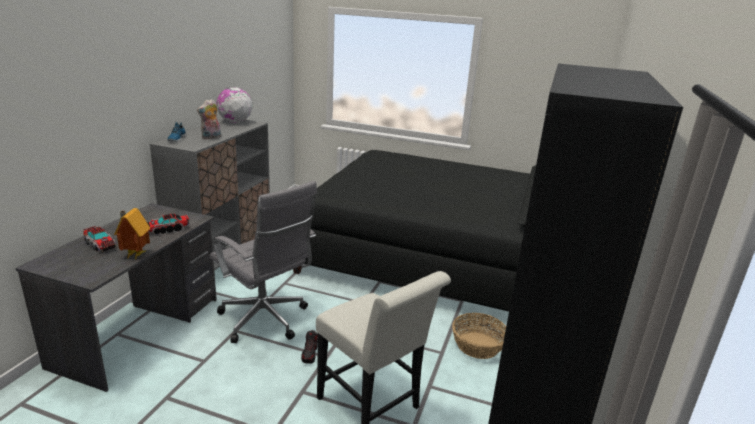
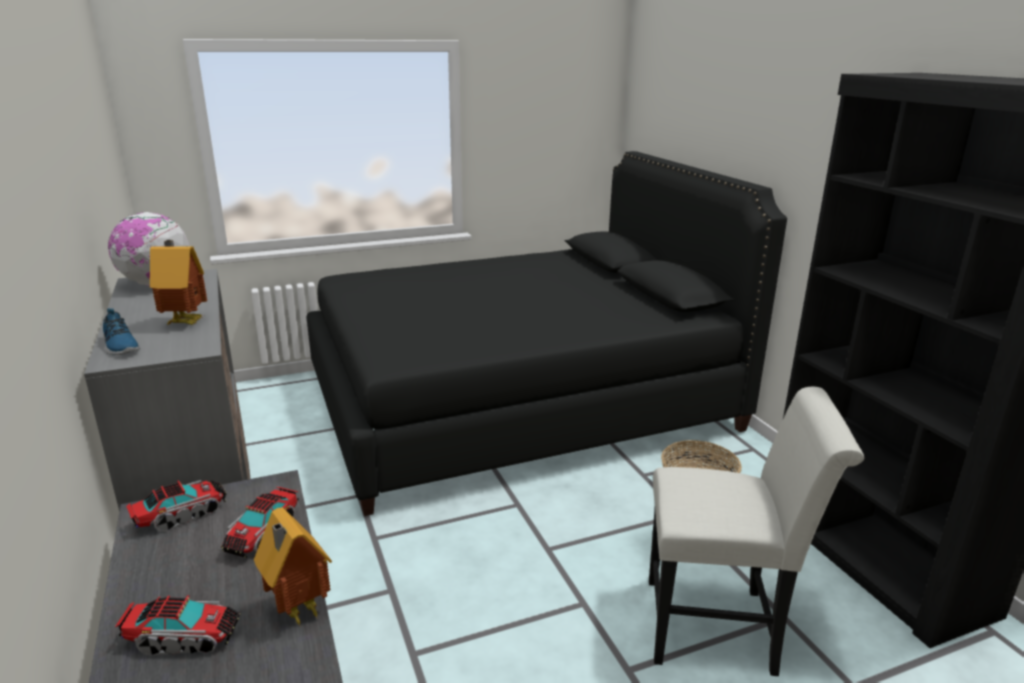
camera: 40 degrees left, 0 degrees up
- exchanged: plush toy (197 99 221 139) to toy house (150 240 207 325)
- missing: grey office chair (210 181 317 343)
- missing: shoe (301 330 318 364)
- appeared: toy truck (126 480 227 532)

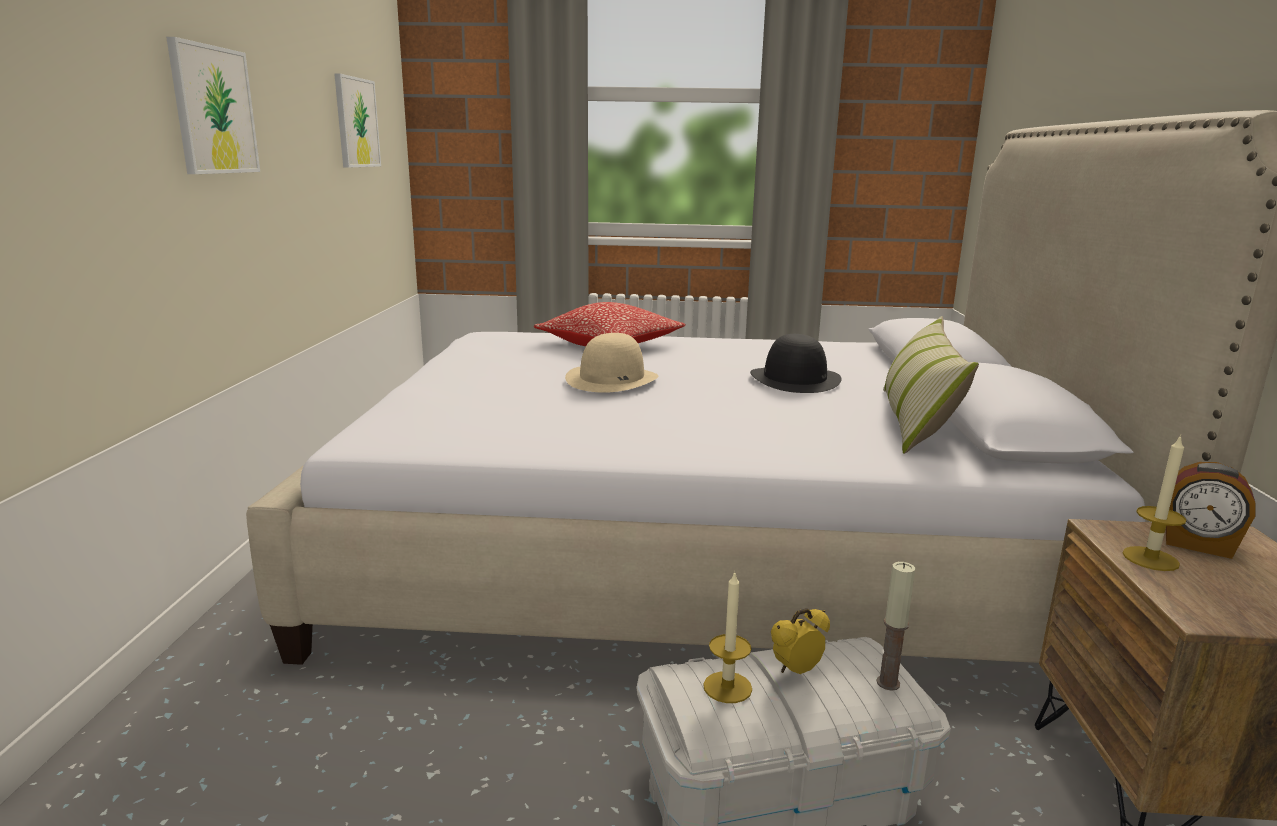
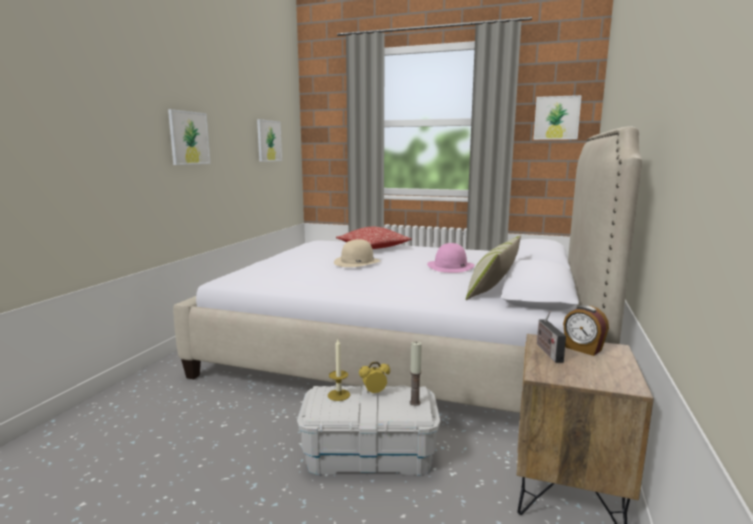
camera: 15 degrees right, 5 degrees down
- colour: black hat (750 334 842 393) to pink hat (427 243 475 273)
- exchanged: candle (1122 435 1187 571) to radio (537 311 566 363)
- appeared: picture (534 95 582 140)

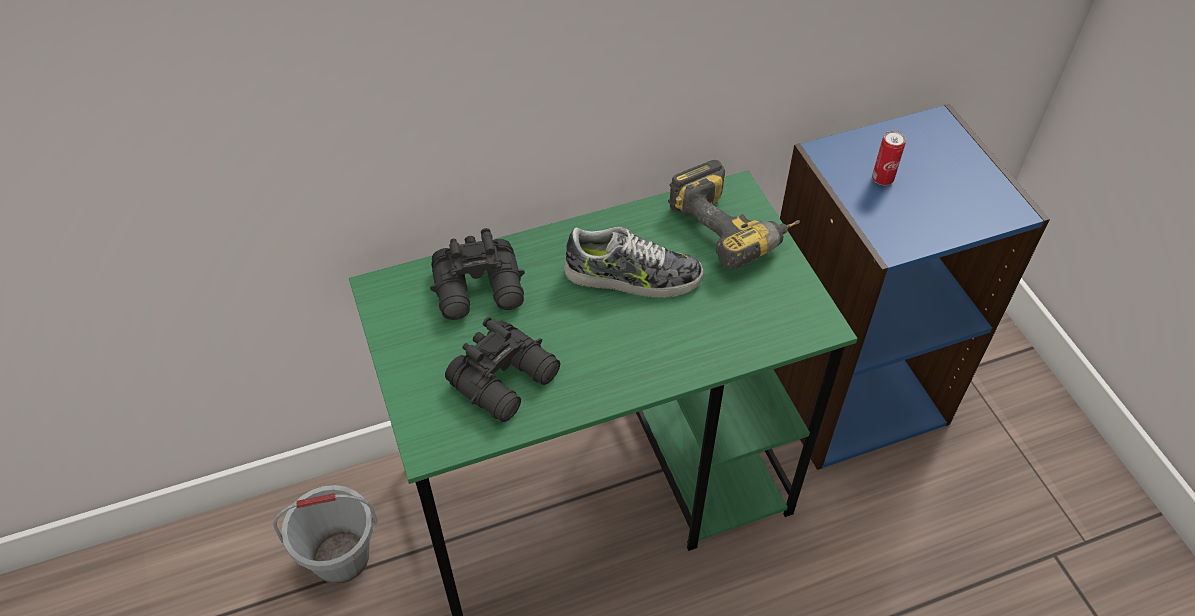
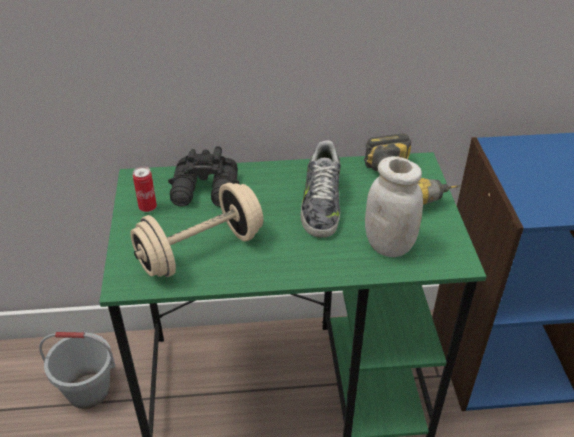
camera: 15 degrees right, 10 degrees down
- exchanged: black binoculars (445 317 560 422) to beige dumbbell (130 183 263 277)
- spun: shoe (564 226 703 298) = (300 140 341 238) 75 degrees clockwise
- relocated: can (872 131 906 185) to (133 166 157 212)
- appeared: white jar (365 156 423 257)

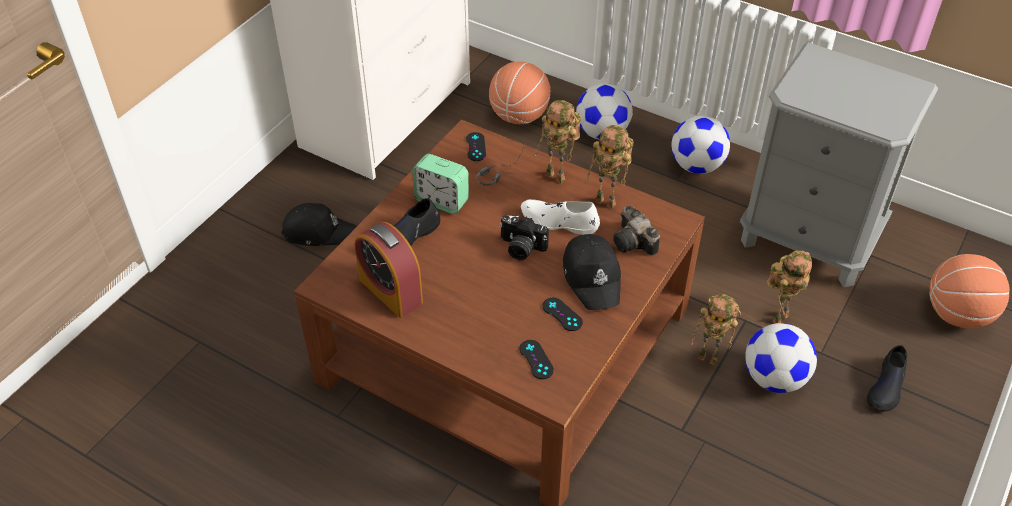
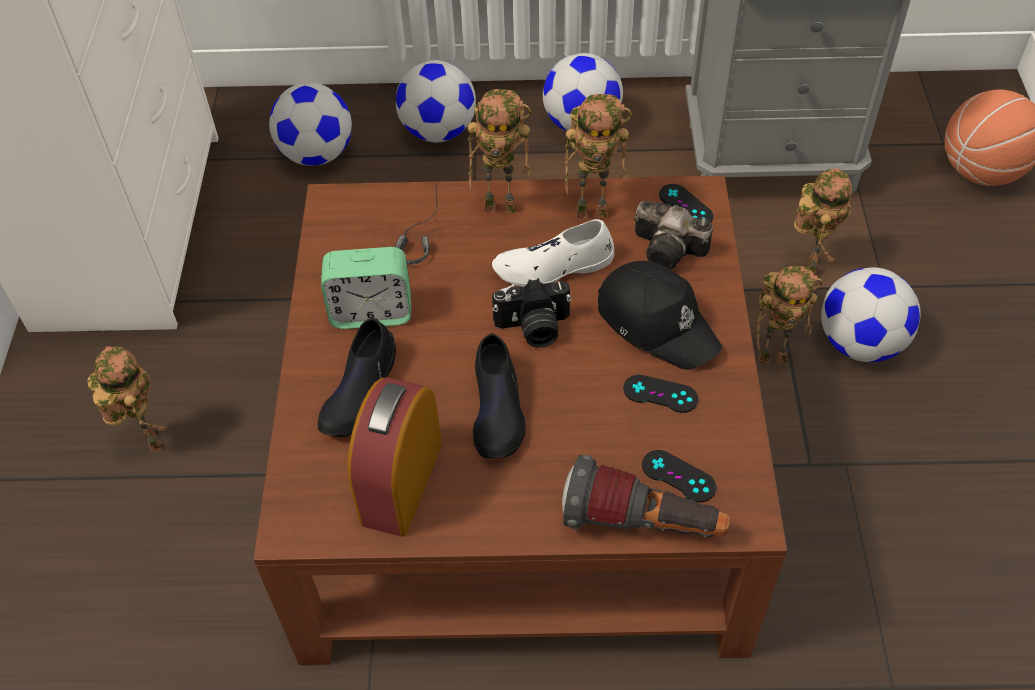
camera: 30 degrees left, 5 degrees up
- exchanged: black cap (281 203 357 246) to toy robot (87 346 167 453)
- spun: alarm clock (355 222 423 318) = (347 378 442 537) 90 degrees clockwise
- relocated: black game controller (466 132 486 161) to (659 184 713 222)
- exchanged: basketball (489 61 550 124) to football (269 83 352 166)
- relocated: black shoe (867 345 907 411) to (473 333 526 458)
- appeared: flashlight (562 455 730 538)

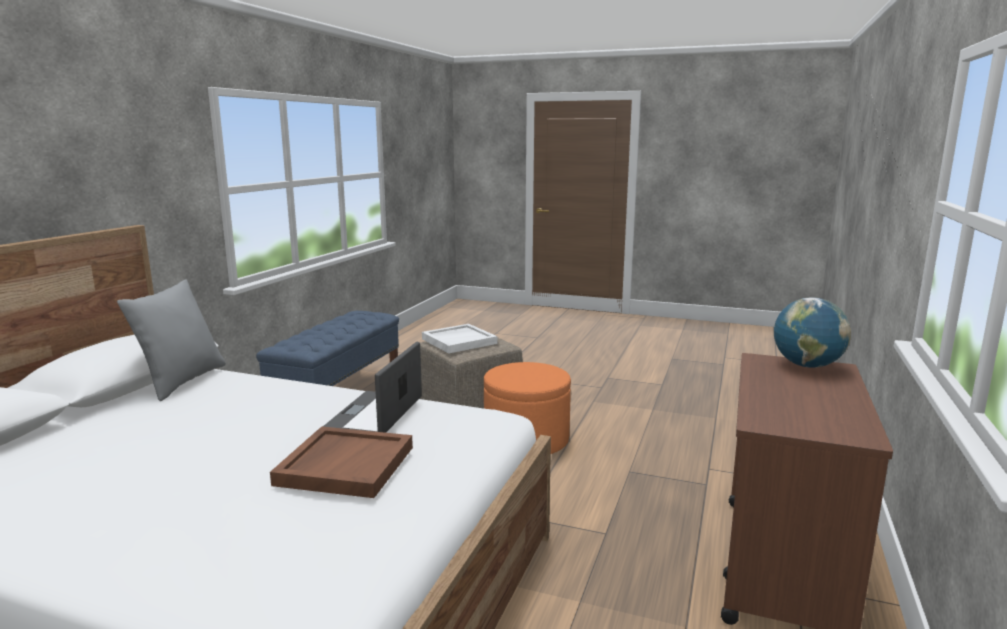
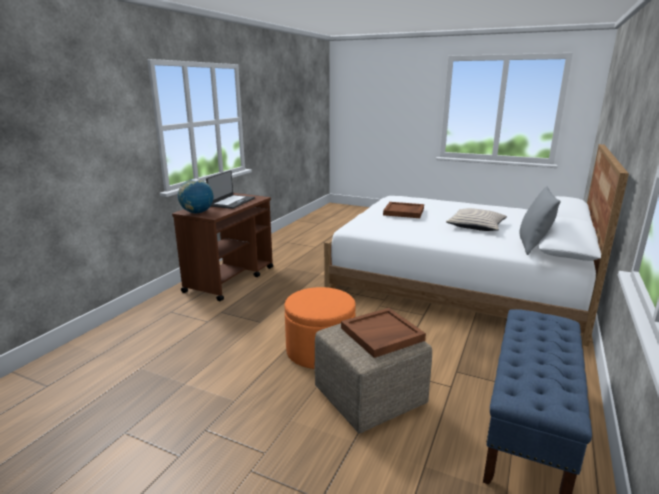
camera: 175 degrees left, 5 degrees up
- relocated: laptop (323 342 422 433) to (206 170 255 209)
- colour: white tray (422 324 497 353) to brown tray (341 308 426 358)
- appeared: beige pillow (446 208 507 231)

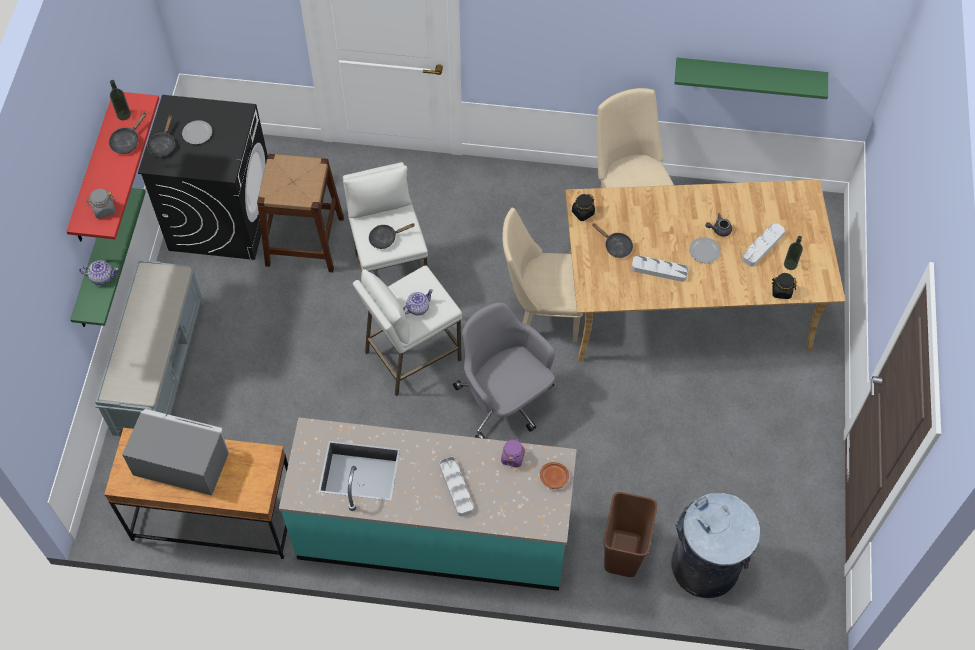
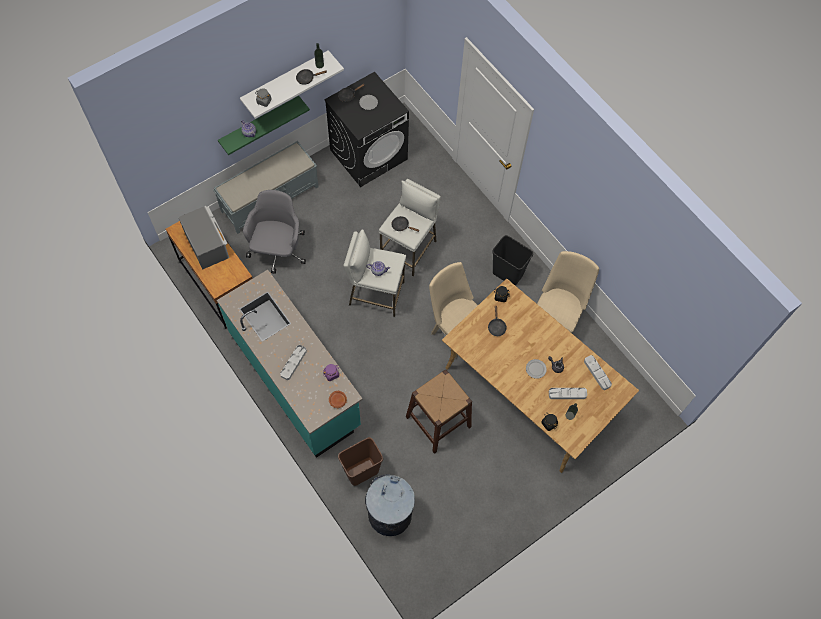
camera: 45 degrees right, 5 degrees up
- colour: red shelf (66 92 159 241) to white shelf (240 50 344 119)
- relocated: brown stool (257 154 344 272) to (406 370 472 454)
- relocated: grey office chair (453 303 555 439) to (243 190 306 274)
- relocated: grey tray (631 255 689 282) to (584 355 612 390)
- missing: green shelf (675 58 828 99)
- appeared: black trash can (492 235 533 285)

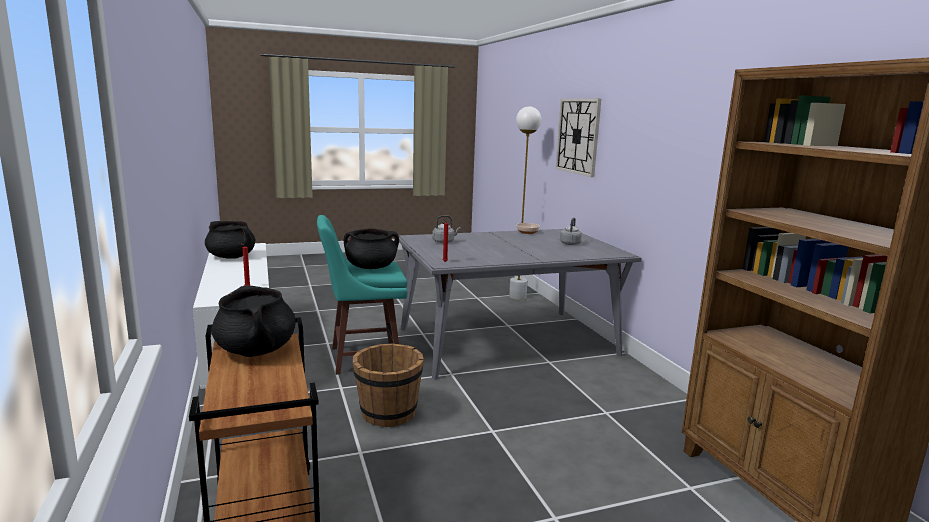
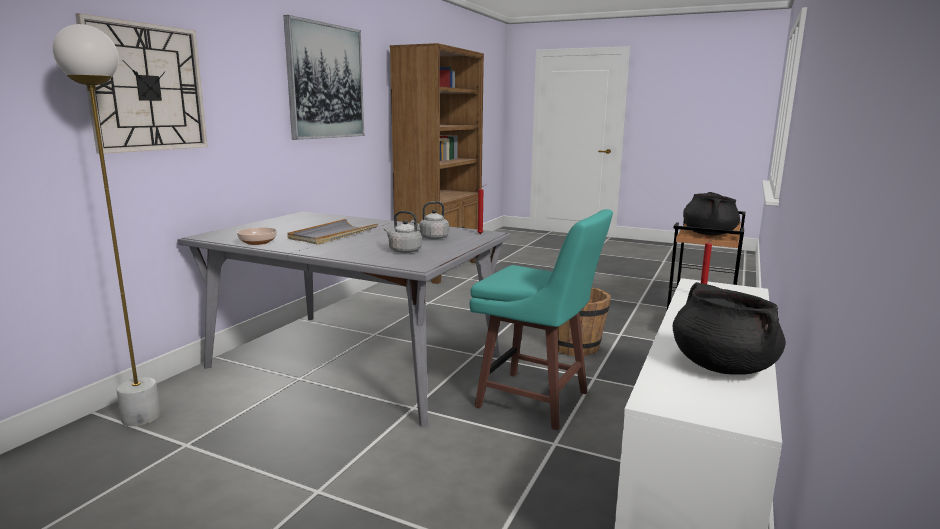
camera: 135 degrees left, 0 degrees up
- missing: black cooking pot (344 228 399 269)
- relocated: grey kettle (560 218 582 245) to (411 201 449 240)
- appeared: picture (283 15 364 140)
- appeared: grey tray (287 219 378 245)

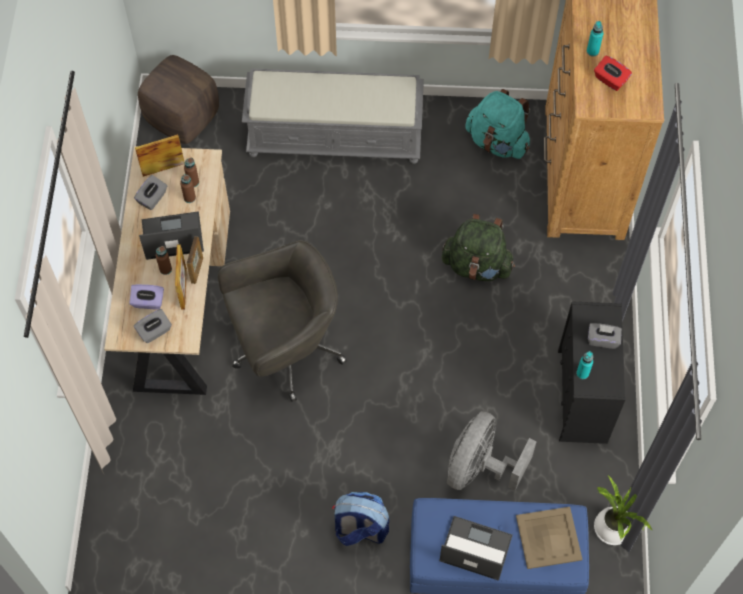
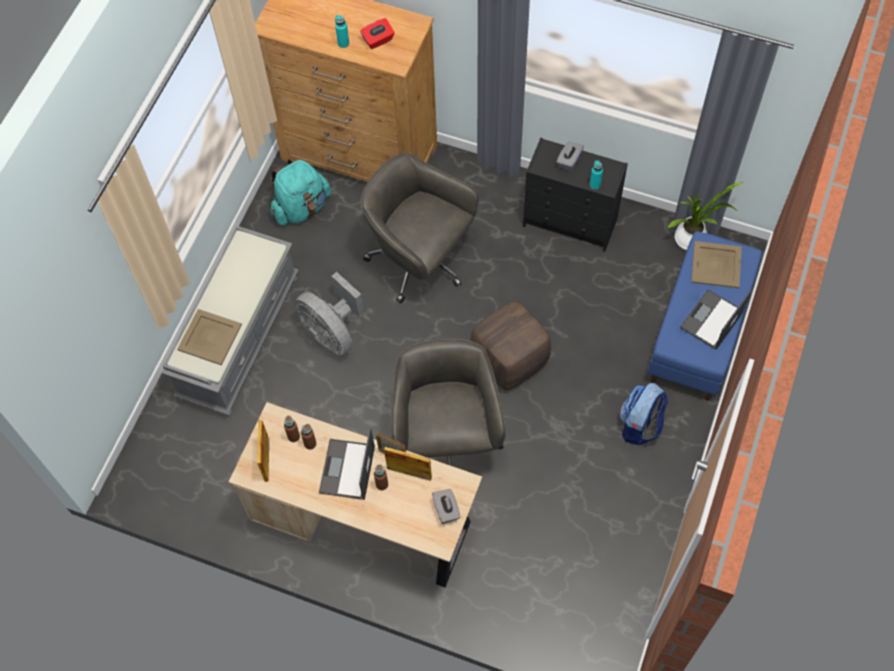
camera: 70 degrees left, 0 degrees up
- missing: purple tissue box (129 284 164 310)
- missing: grey tissue box (134 175 167 210)
- relocated: brown ottoman (138 55 219 144) to (471 301 551 390)
- exchanged: green backpack (442 214 515 281) to grey office chair (360 153 479 303)
- relocated: grey fan (447 411 537 491) to (295 272 364 355)
- appeared: beige tray (177 309 242 365)

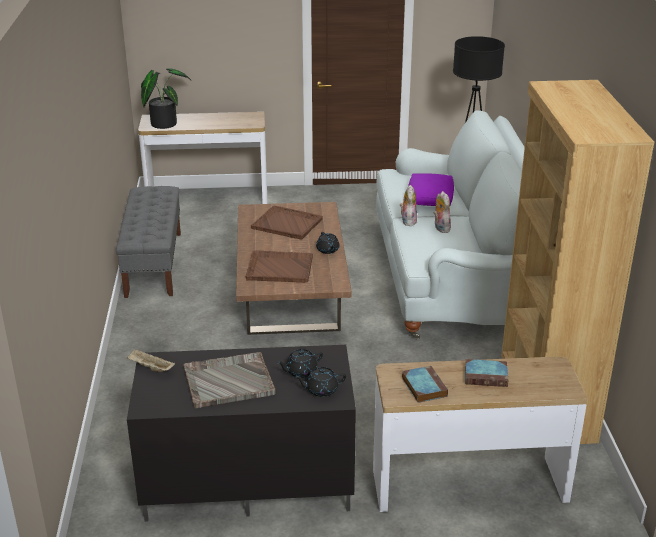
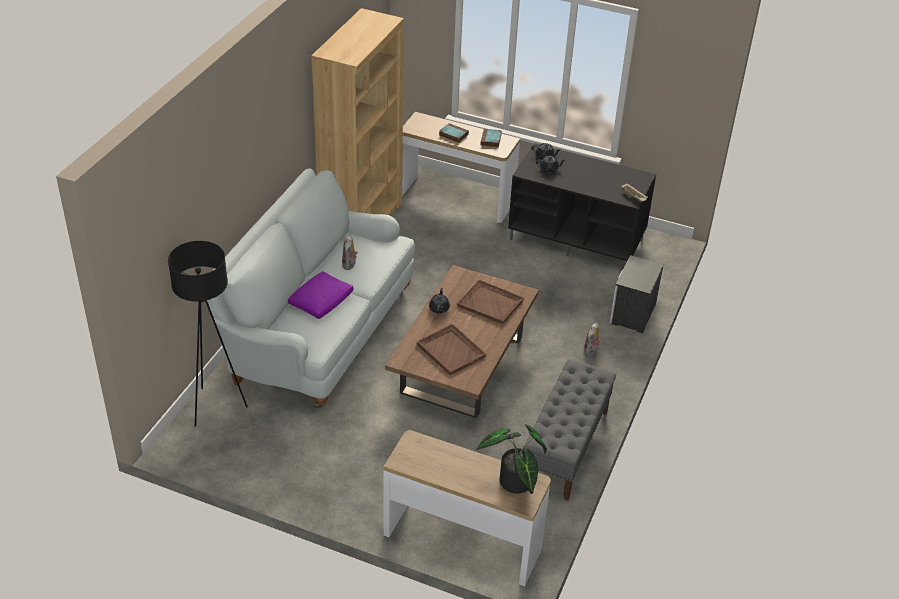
camera: 155 degrees left, 10 degrees up
- missing: grey tray (184 352 276 409)
- relocated: plush toy (400 185 417 226) to (583 323 601 355)
- appeared: nightstand (610 255 664 333)

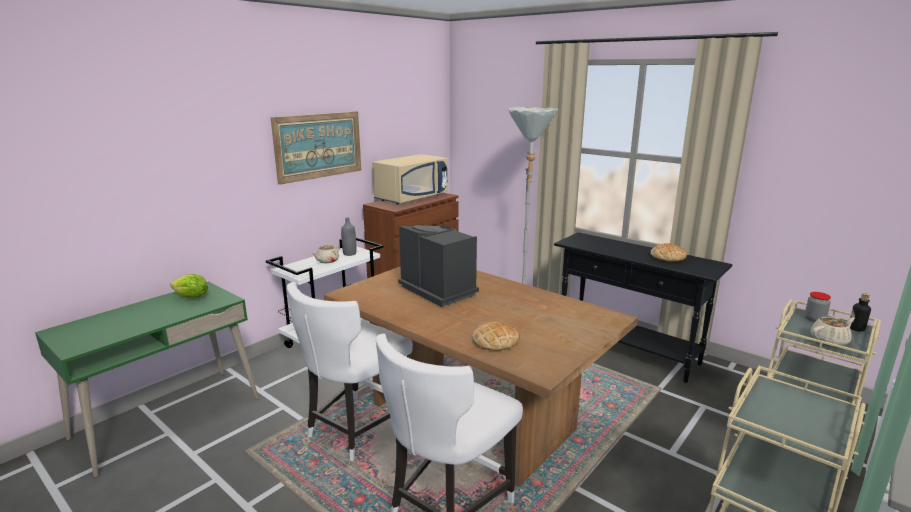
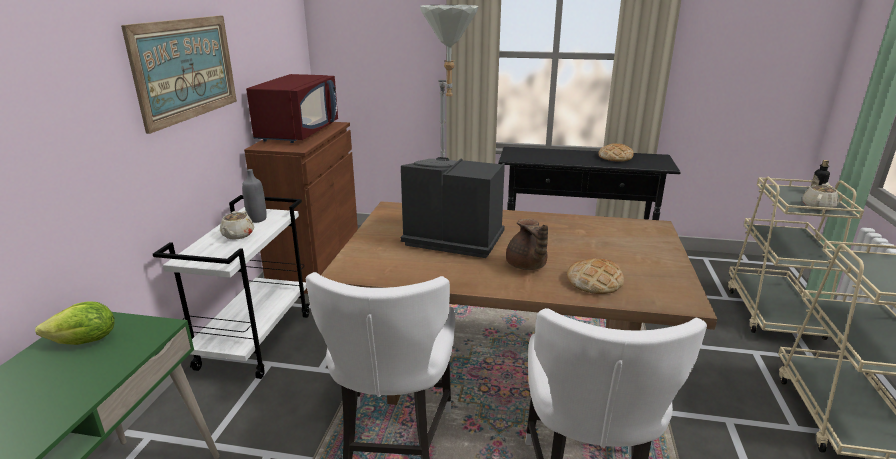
camera: 30 degrees left, 5 degrees up
- colour: beige microwave (372 154 448 205) to red microwave (246 74 338 143)
- missing: jar (805 292 831 322)
- appeared: brown teapot (506 219 548 270)

